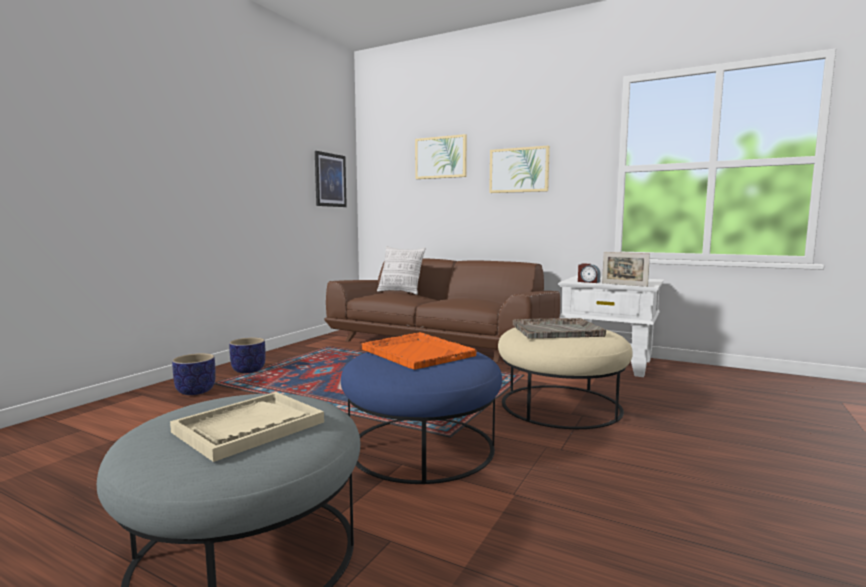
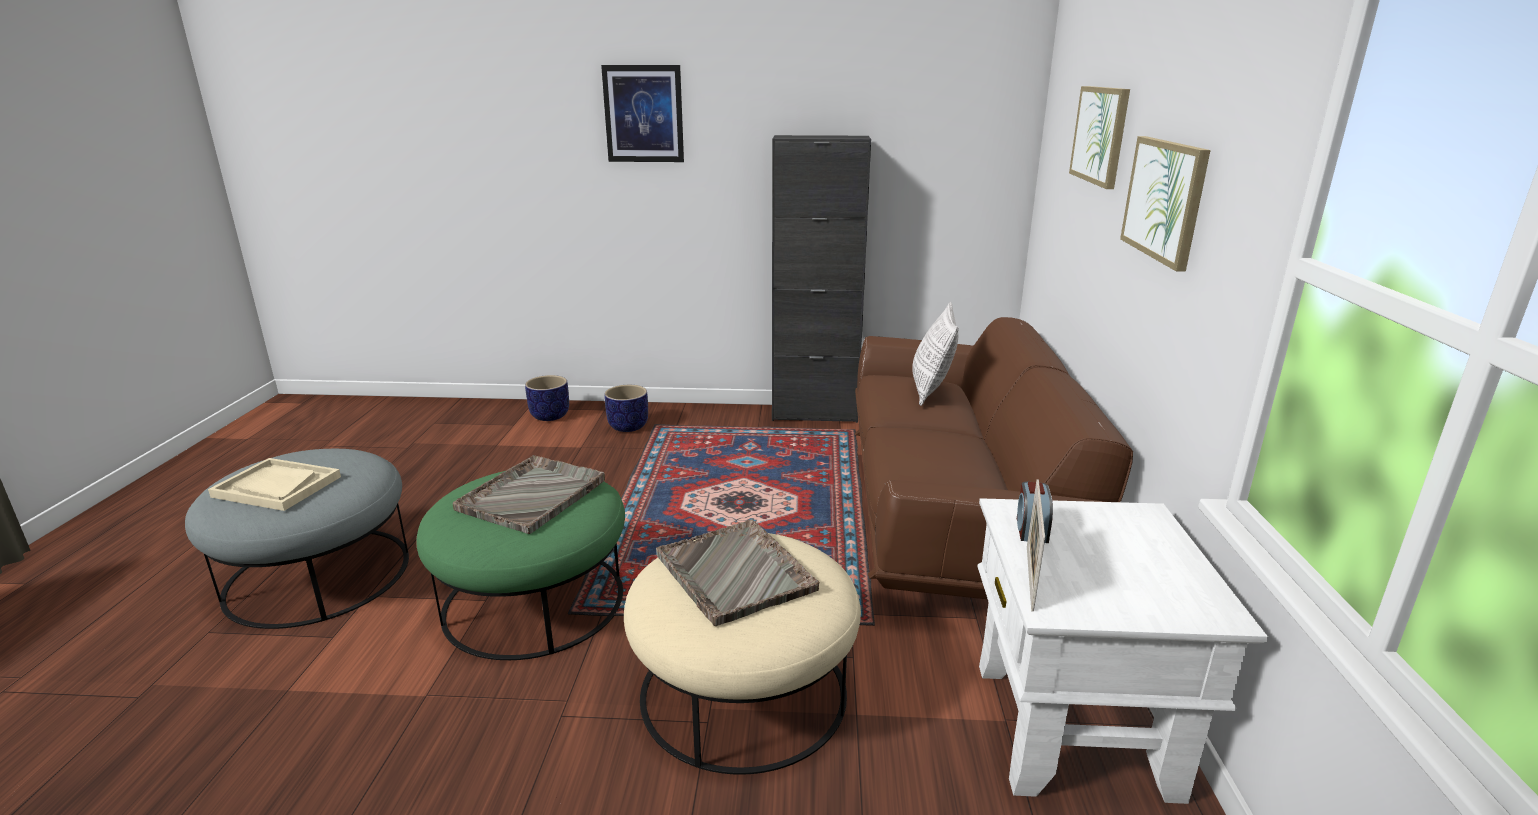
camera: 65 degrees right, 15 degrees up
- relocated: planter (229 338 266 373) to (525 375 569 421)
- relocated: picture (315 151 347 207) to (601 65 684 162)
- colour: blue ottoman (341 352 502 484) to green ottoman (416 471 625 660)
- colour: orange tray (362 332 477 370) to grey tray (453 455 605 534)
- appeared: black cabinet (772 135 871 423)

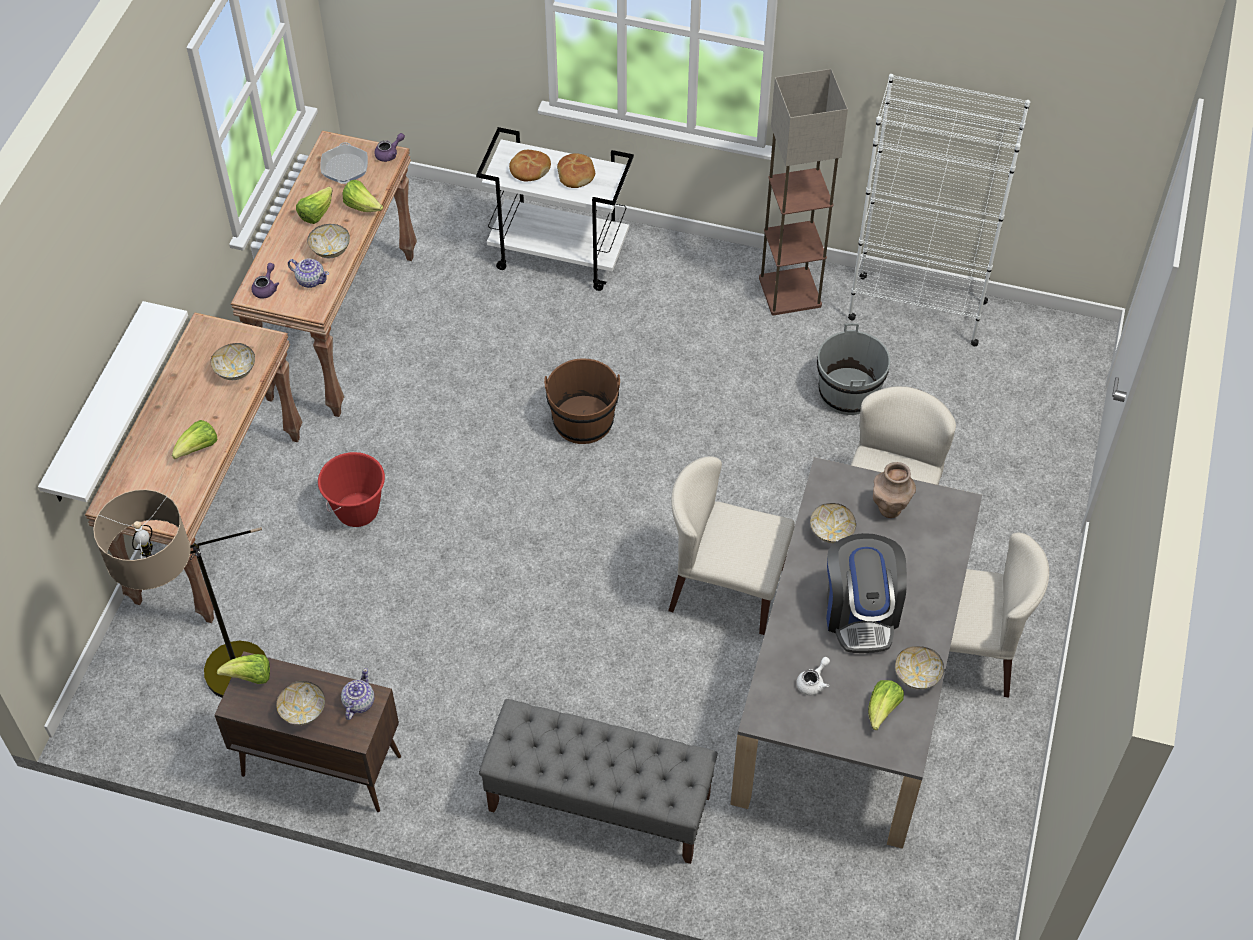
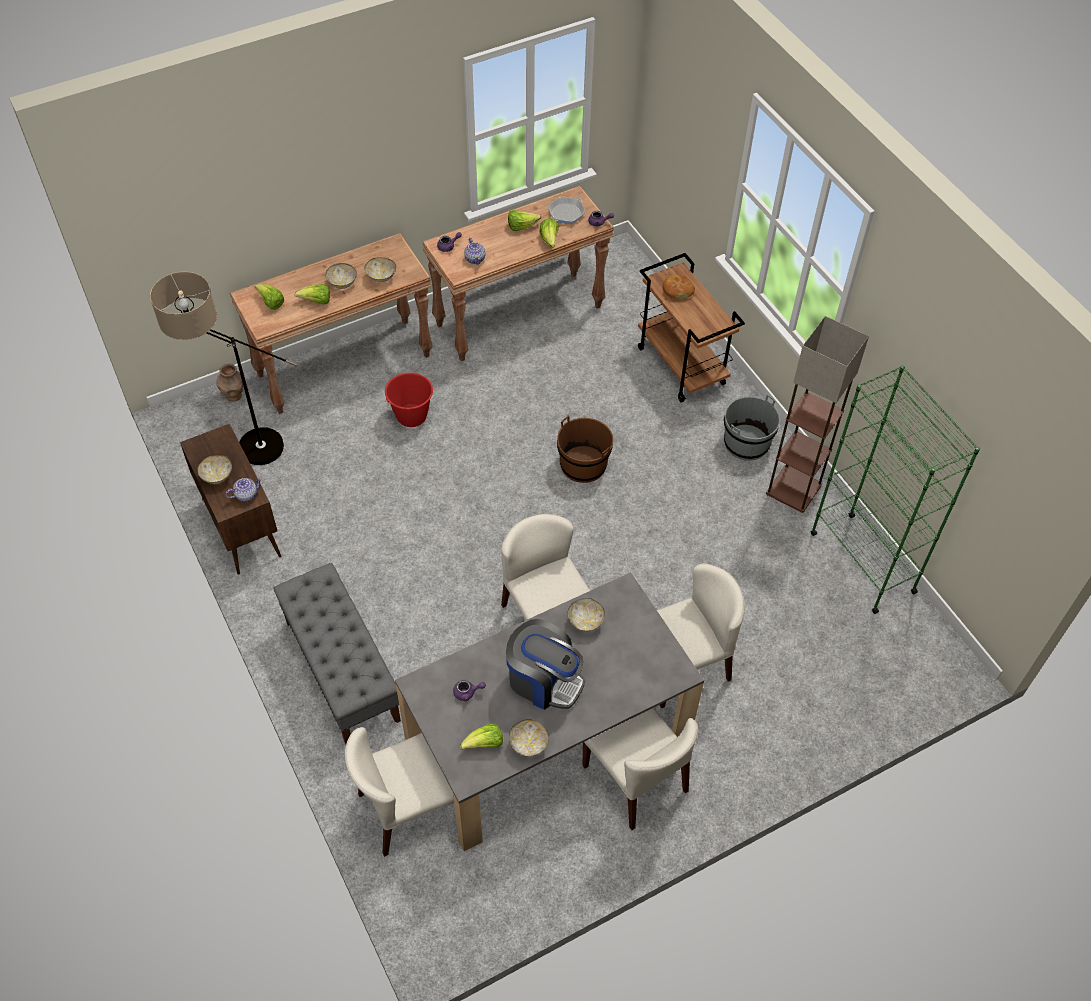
camera: 45 degrees right, 0 degrees up
- missing: white shelf (38 301 188 502)
- relocated: lettuce (217 654 270 684) to (255 284 284 310)
- relocated: bowl (307 224 350 258) to (325 263 357 289)
- colour: white cart (476 127 634 291) to brown cart (638 253 745 403)
- missing: bread (557 153 595 188)
- colour: white teapot (796 657 830 696) to purple teapot (453 680 486 701)
- relocated: grey bucket (817 323 890 415) to (724 395 780 461)
- spun: coffee machine (826 533 907 653) = (506 619 585 710) 105 degrees counterclockwise
- colour: white bookcase (848 74 1030 346) to green bookcase (811 365 980 614)
- relocated: brown vase (873 462 916 518) to (216 363 244 402)
- appeared: beige chair (345 727 454 857)

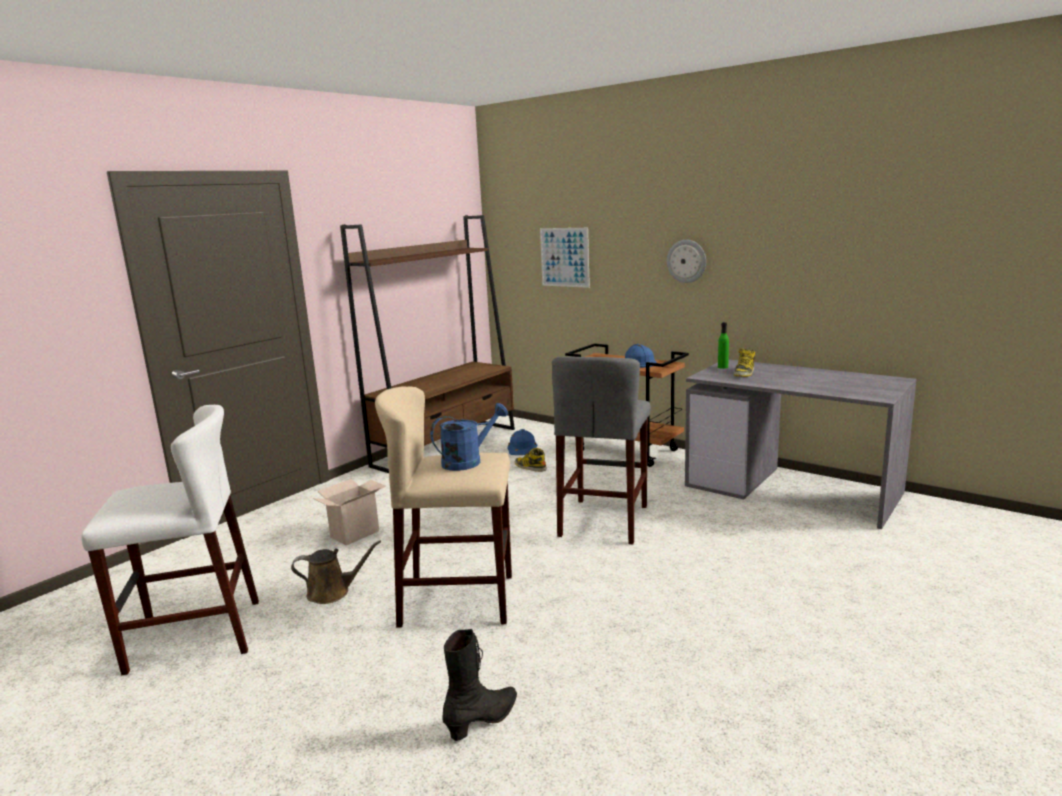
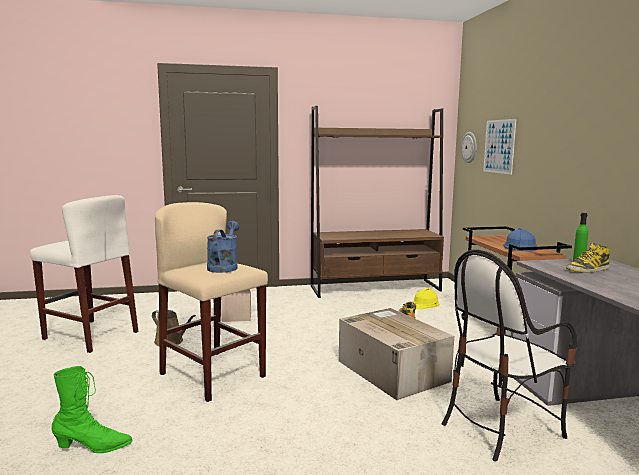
camera: 40 degrees right, 5 degrees down
- spun: blue watering can (430 403 508 471) = (207 221 239 273) 90 degrees counterclockwise
- colour: black boot (443 629 517 741) to green boot (52 366 132 453)
- colour: blue hard hat (508 429 537 455) to yellow hard hat (412 288 439 309)
- exchanged: grey stool (552 357 651 545) to cardboard box (339 308 454 400)
- relocated: wall clock (667 240 706 283) to (461 132 477 163)
- appeared: chair (442 249 577 461)

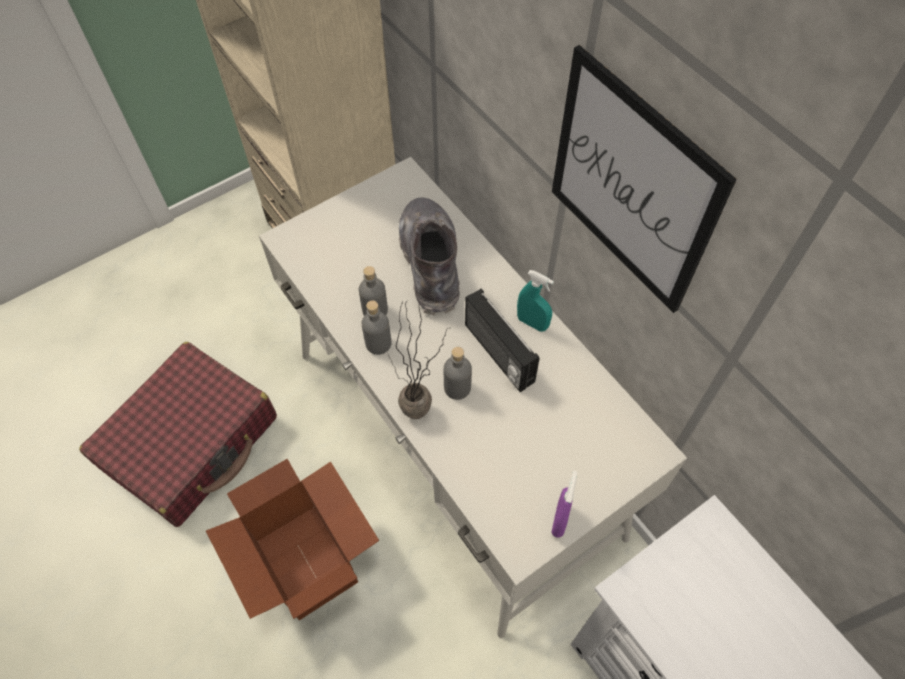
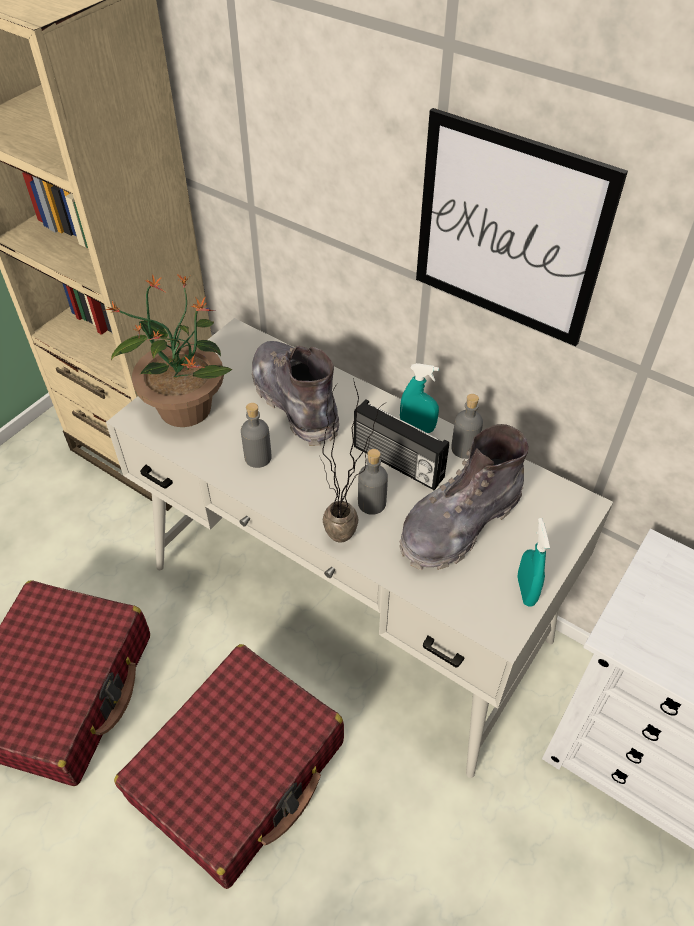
camera: 20 degrees left, 10 degrees down
- exchanged: cardboard box (206 459 379 620) to red suitcase (114 644 344 889)
- relocated: grey bottle (361 300 391 355) to (451 394 483 459)
- colour: purple spray bottle (551 471 577 538) to turquoise spray bottle (517 518 550 607)
- appeared: potted plant (104 274 233 427)
- appeared: grey boot (399 424 529 571)

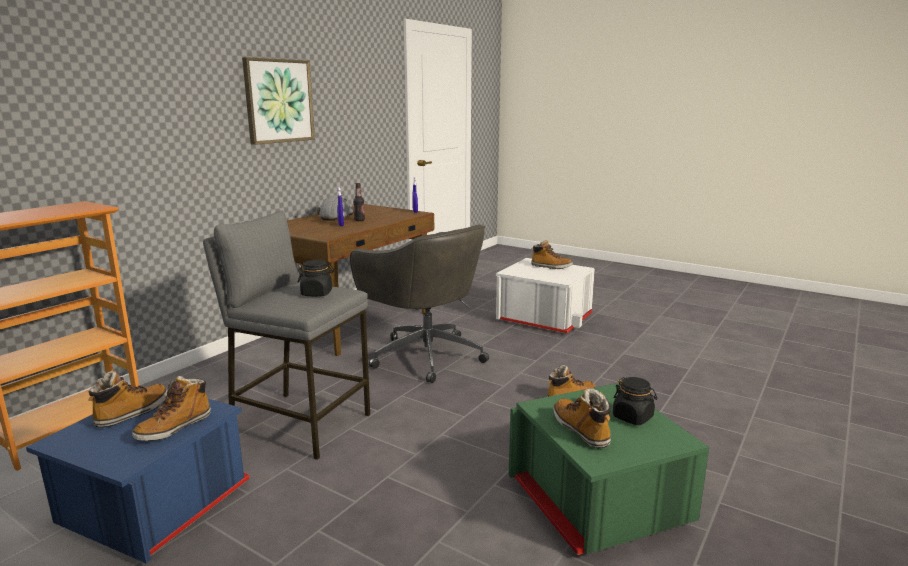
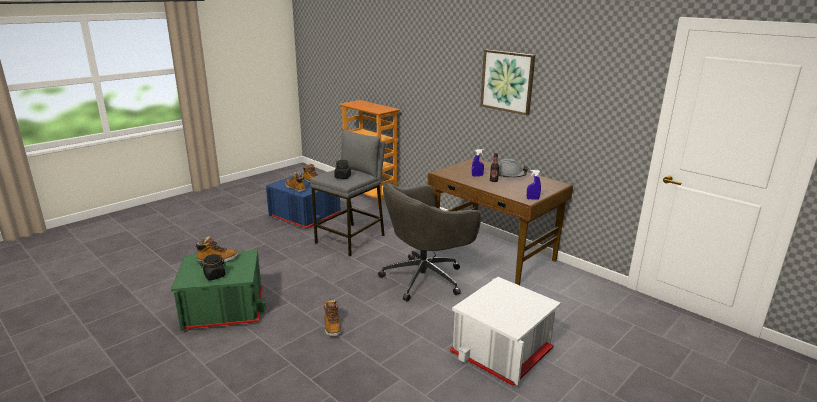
camera: 100 degrees right, 5 degrees up
- missing: boot (531 240 573 269)

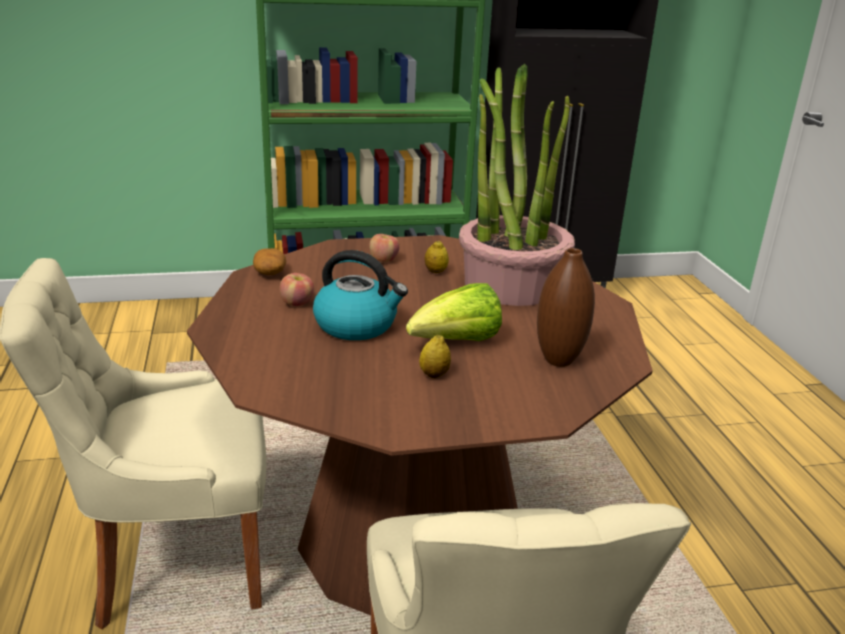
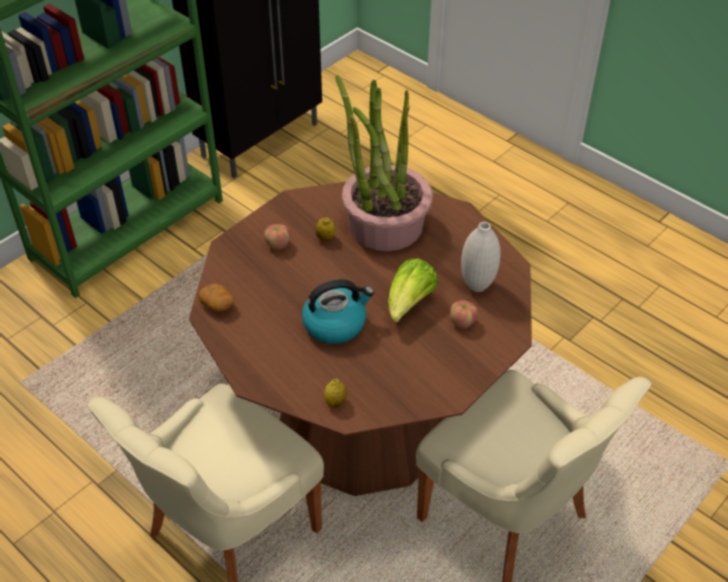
camera: 35 degrees left, 20 degrees up
- relocated: apple (280 273 314 306) to (450 300 478 328)
- relocated: lemon (419 335 451 378) to (324 379 347 407)
- colour: brown vase (537 248 595 367) to white vase (461 222 501 292)

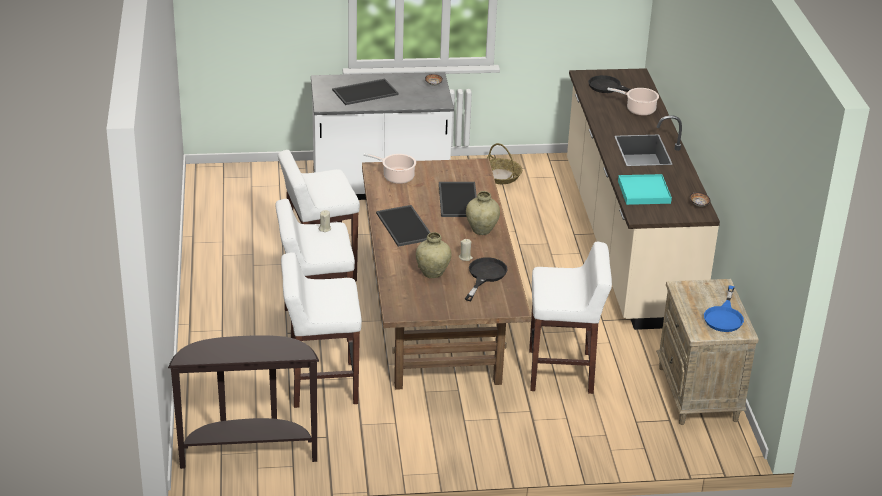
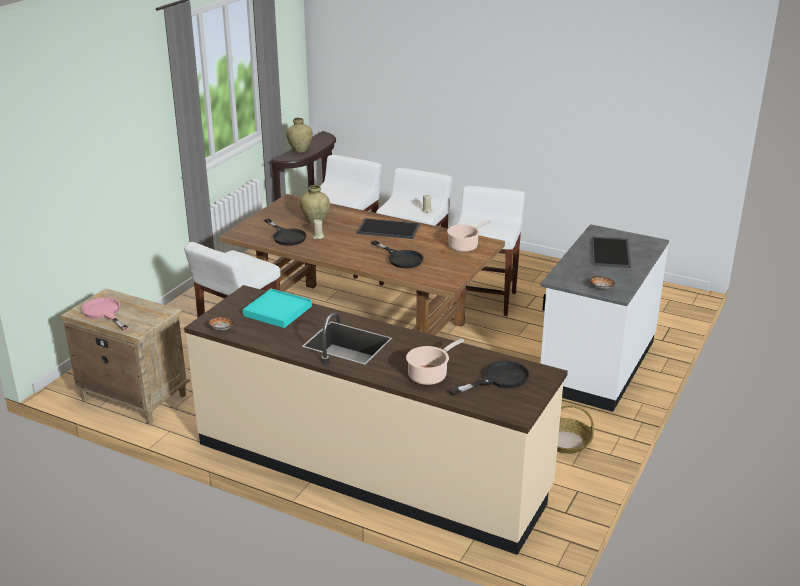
camera: 125 degrees right, 5 degrees down
- exchanged: tray (439 182 477 217) to black frying pan (371 240 423 268)
- relocated: beige vase (466 191 500 235) to (286 118 313 153)
- colour: blue frying pan (704 285 744 332) to pink frying pan (81 297 129 331)

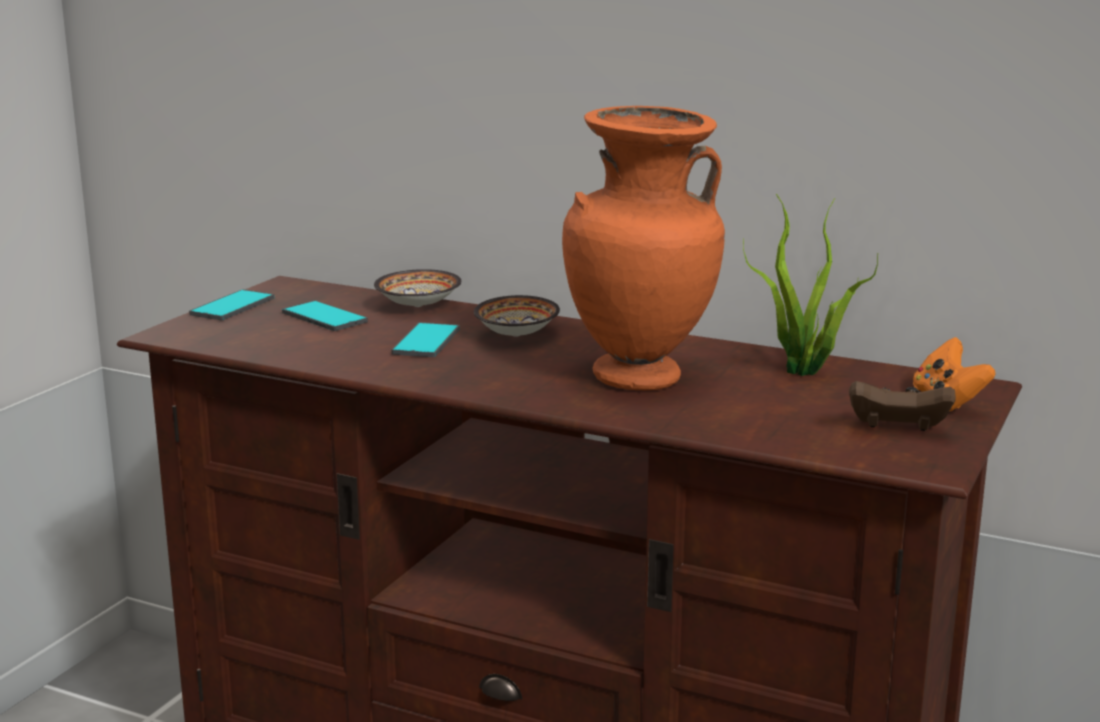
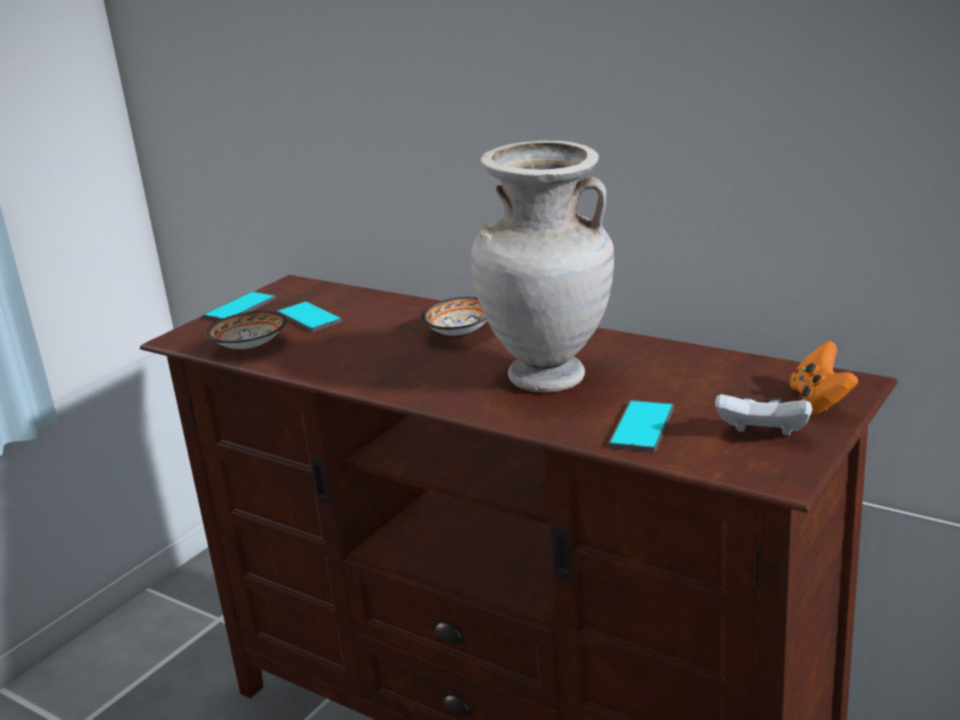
camera: 10 degrees right, 5 degrees up
- relocated: bowl (374 269 461 307) to (205 311 287 349)
- relocated: phone (392 322 460 357) to (609 400 674 452)
- colour: orange vase (562 106 725 390) to beige vase (471 141 614 392)
- missing: potted plant (743 194 878 376)
- colour: brown game controller (849 381 956 431) to white game controller (715 394 812 436)

